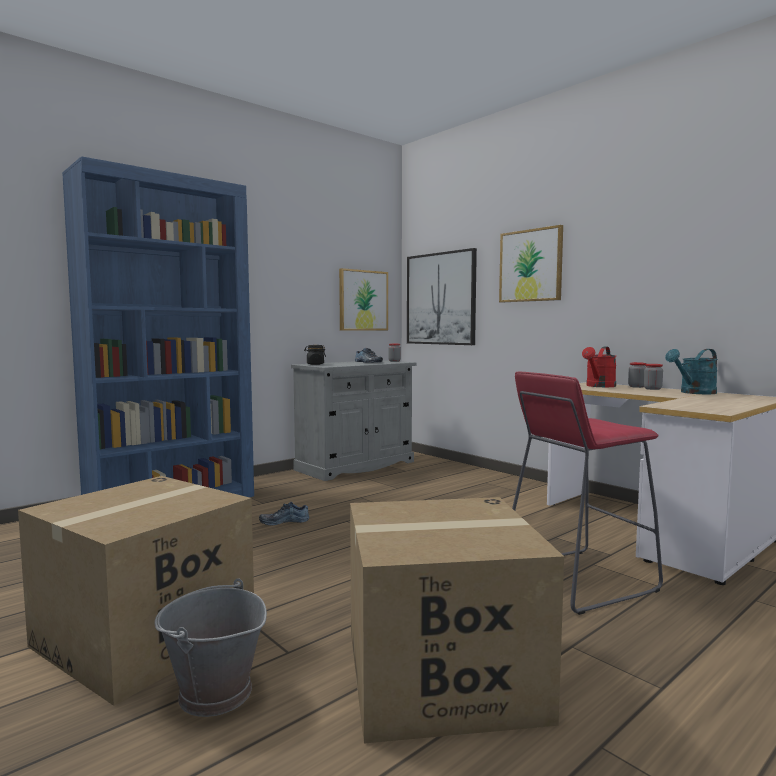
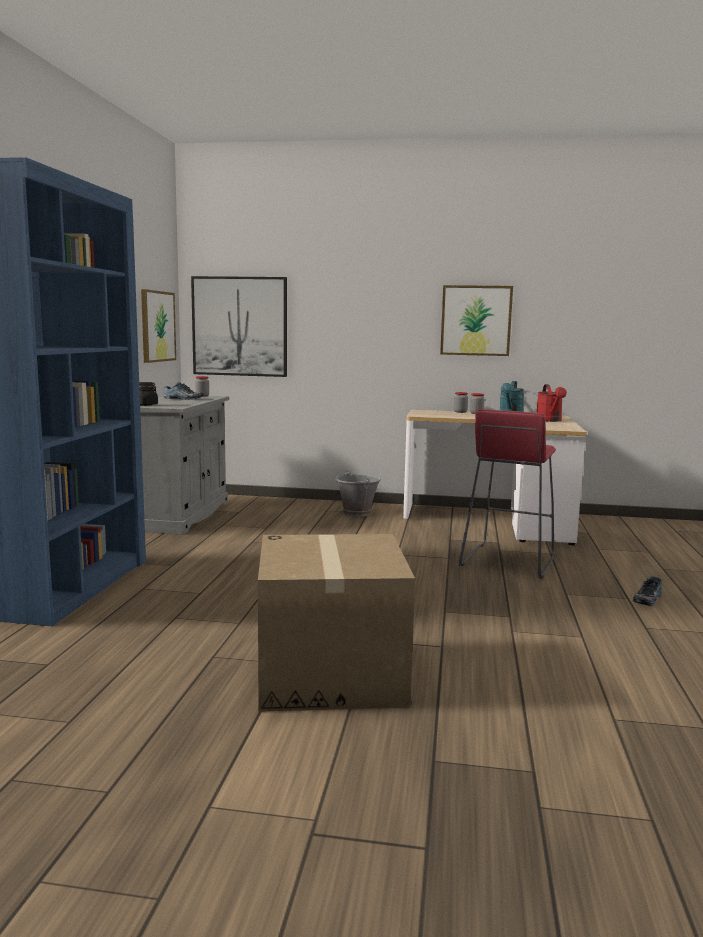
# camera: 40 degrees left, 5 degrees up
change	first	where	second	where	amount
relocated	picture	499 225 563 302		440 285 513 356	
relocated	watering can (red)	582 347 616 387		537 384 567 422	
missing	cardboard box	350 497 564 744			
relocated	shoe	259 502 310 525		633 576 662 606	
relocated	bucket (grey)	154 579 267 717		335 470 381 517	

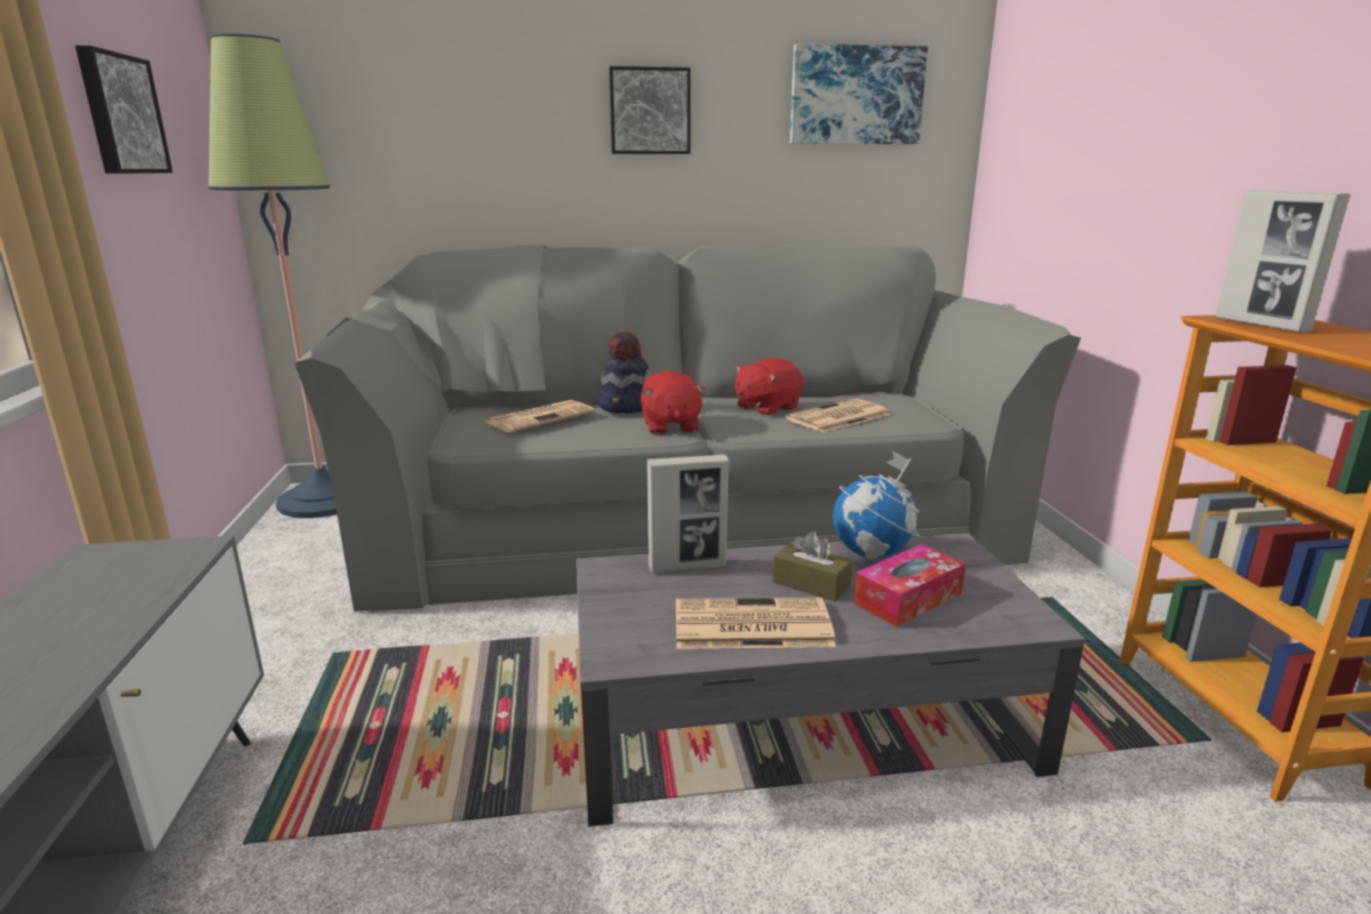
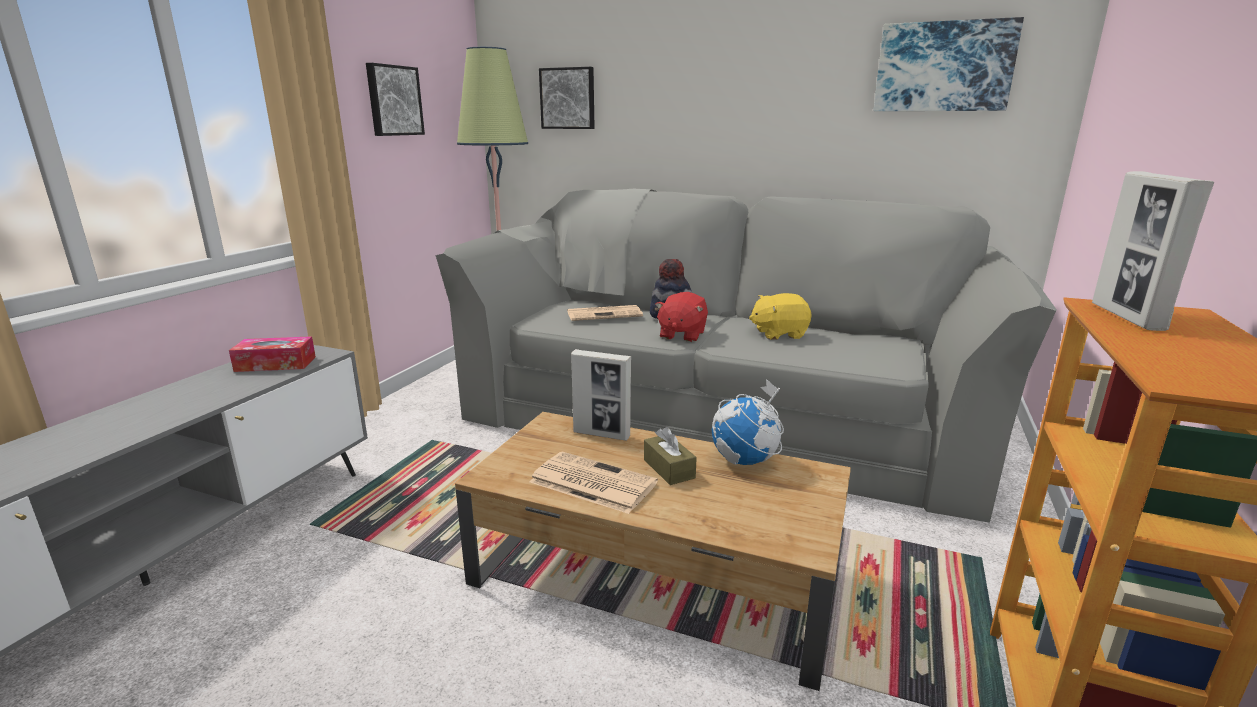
# camera: 30 degrees right, 0 degrees up
change	first	where	second	where	amount
relocated	picture	609 66 691 154		539 67 595 129	
colour	plush toy (red)	735 358 803 416	plush toy (yellow)	749 293 811 340	
missing	newspaper	785 399 890 432			
colour	coffee table (grey)	576 533 1085 827	coffee table (brown)	455 412 851 691	
relocated	tissue box	854 544 966 627		229 336 316 372	

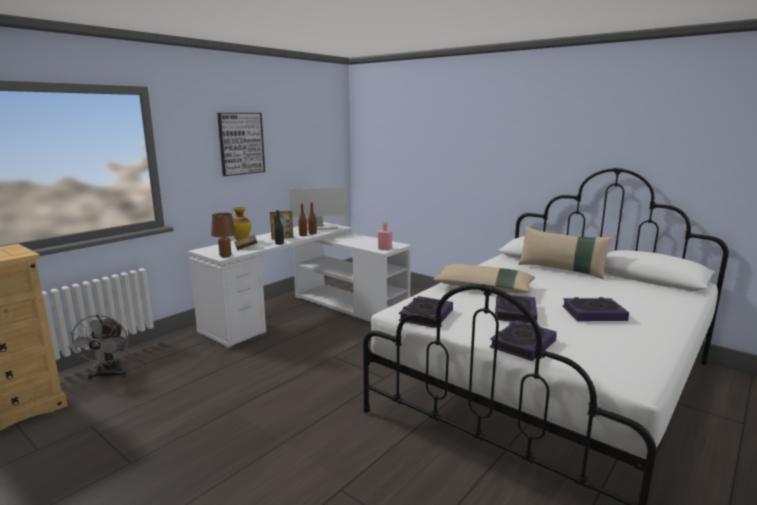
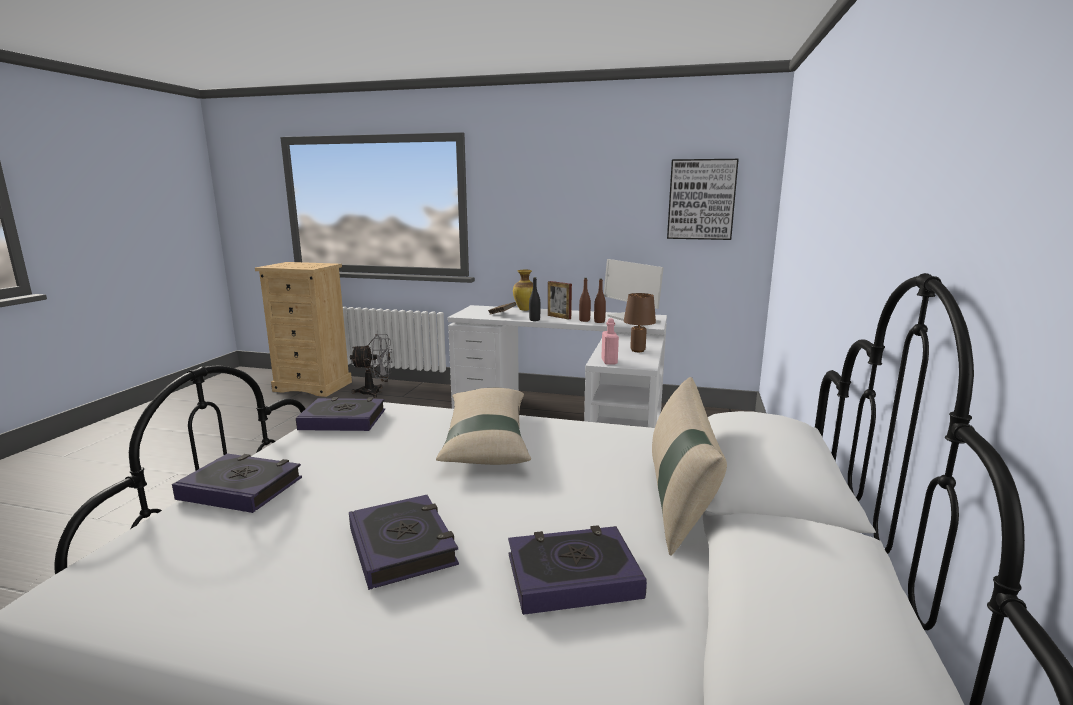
# camera: 65 degrees right, 0 degrees up
change	first	where	second	where	amount
relocated	picture	217 113 265 176		667 159 739 240	
relocated	table lamp (brown)	211 213 236 257		624 293 656 352	
relocated	book	495 295 538 323		508 525 647 615	
spun	fan (grey)	68 315 128 379		350 334 392 398	150 degrees counterclockwise

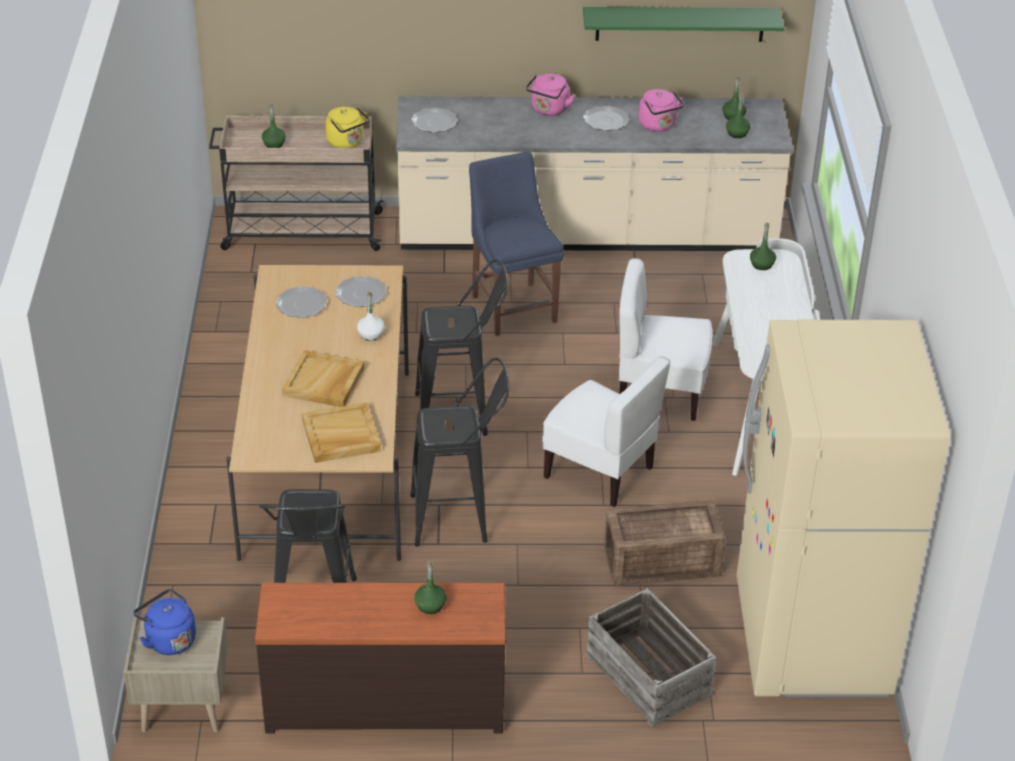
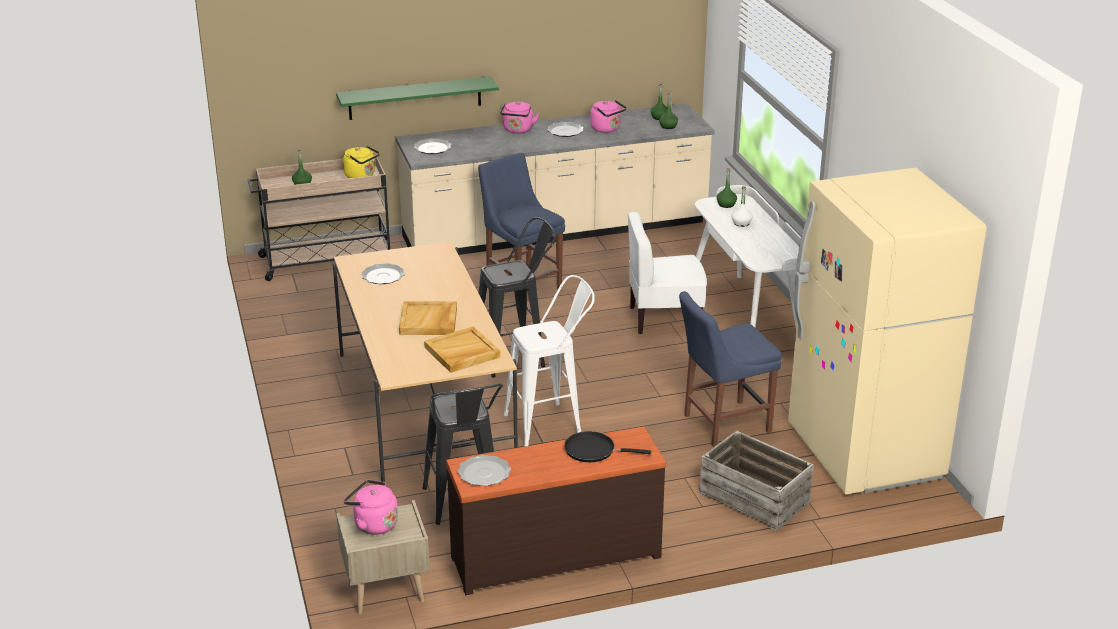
# camera: 15 degrees left, 10 degrees down
change	first	where	second	where	amount
relocated	shelf (green)	583 7 785 42		336 76 499 120	
relocated	plate	336 276 387 307		458 455 511 486	
relocated	bottle (white)	357 292 385 341		732 186 753 227	
missing	chair (white)	542 356 670 507			
colour	stool (black)	410 358 509 547	stool (white)	504 275 595 447	
exchanged	crate	604 501 725 586	chair (blue)	679 291 782 447	
exchanged	bottle (green)	414 561 446 614	frying pan (black)	564 431 651 462	
colour	kettle (blue)	133 589 196 655	kettle (pink)	344 480 398 535	

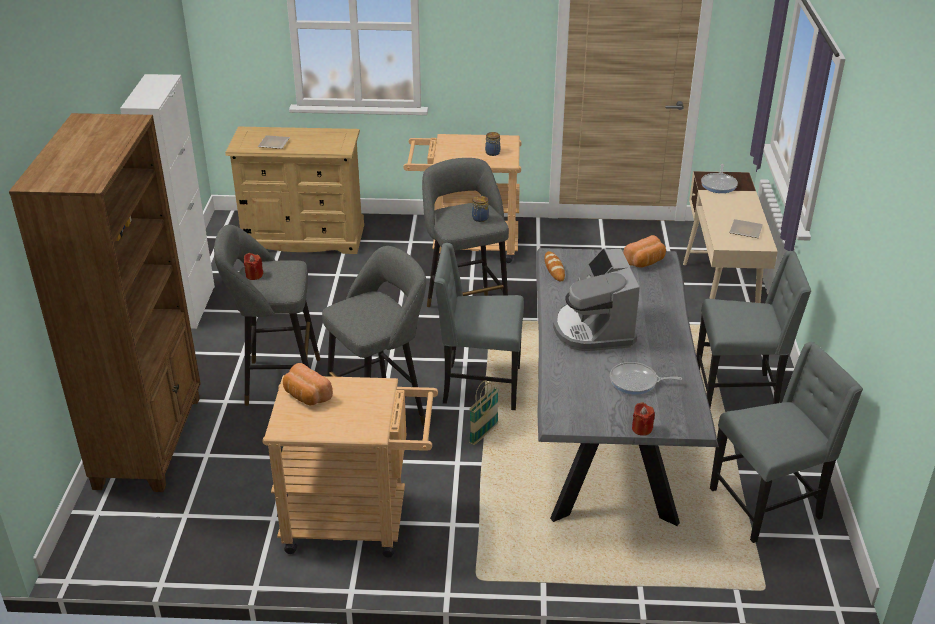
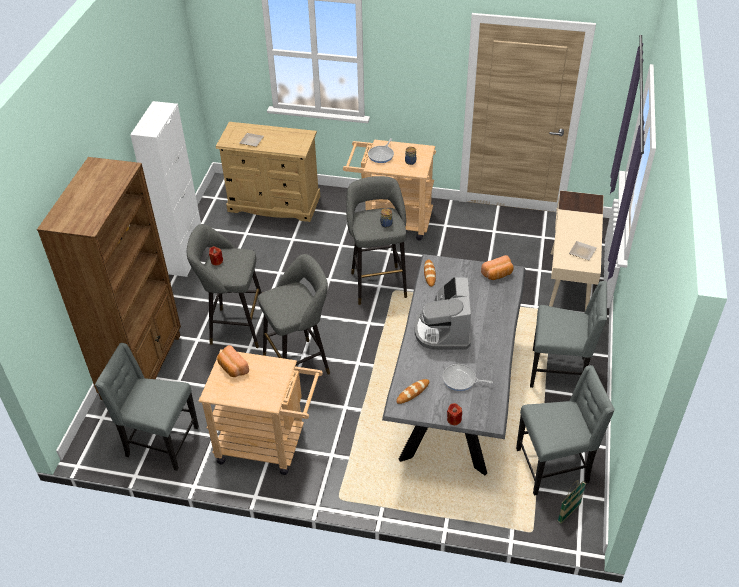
# camera: 10 degrees right, 10 degrees up
change	first	where	second	where	amount
relocated	frying pan	701 164 738 193		368 138 394 163	
relocated	chair (grey)	434 243 524 410		95 343 199 471	
relocated	basket	469 380 498 445		558 480 586 523	
appeared			bread	396 379 429 404	

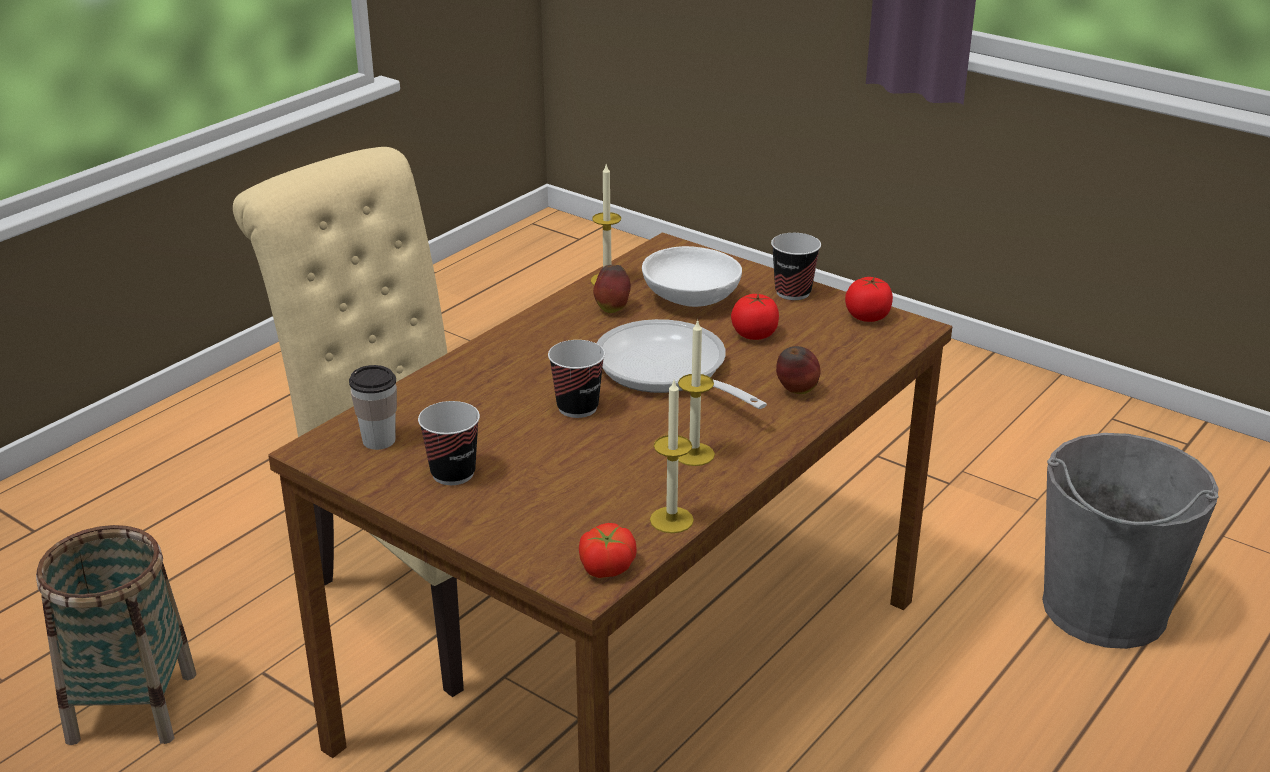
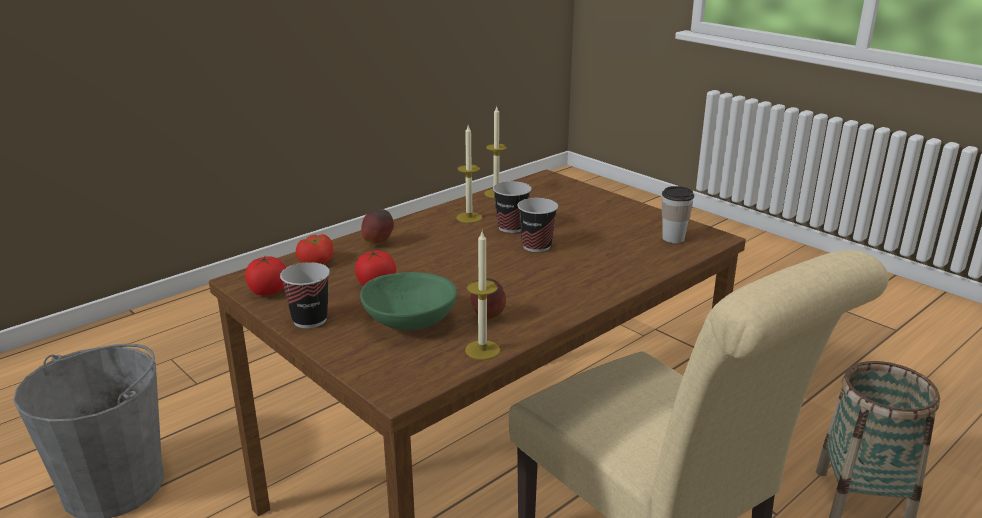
# camera: 170 degrees left, 5 degrees down
change	first	where	second	where	amount
colour	bowl (white)	642 246 742 307	bowl (green)	360 272 457 330	
missing	frying pan	597 319 767 409			
relocated	cup	418 401 480 485		493 181 531 233	
relocated	tomato	579 523 637 578		296 234 333 264	

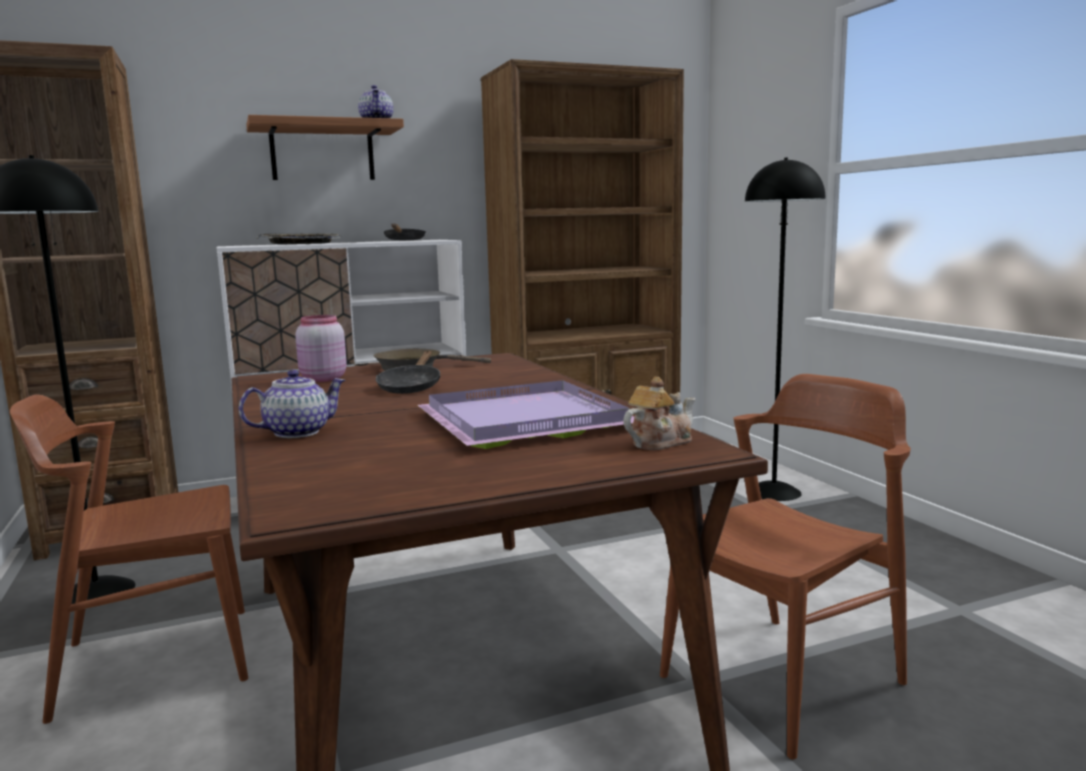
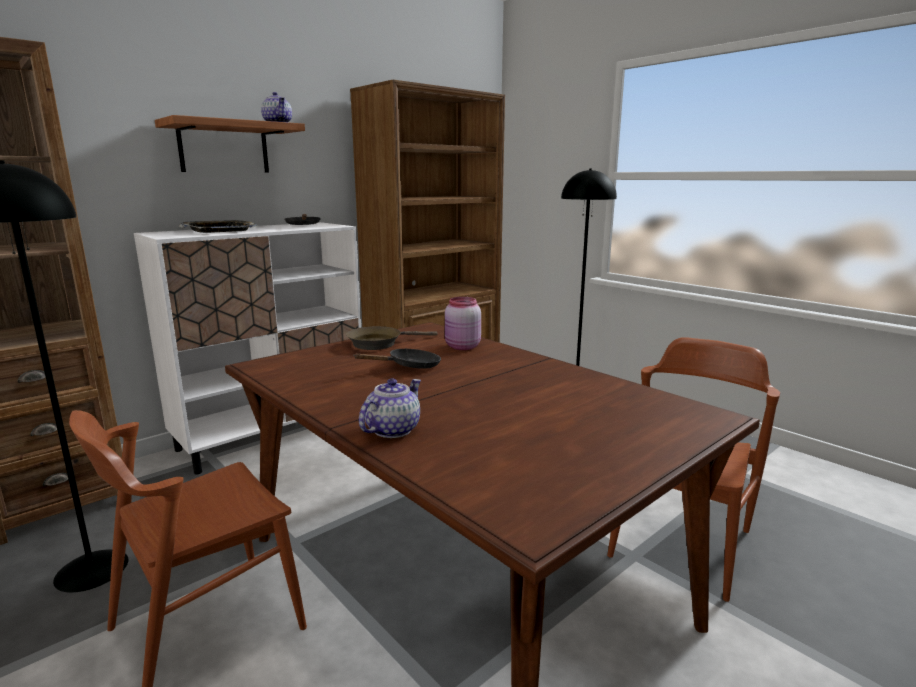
# camera: 20 degrees left, 5 degrees up
change	first	where	second	where	amount
relocated	jar (pink)	295 315 347 382		445 297 481 350	
spun	frying pan (black)	376 351 441 394		353 348 441 369	105 degrees counterclockwise
missing	teapot	623 376 695 450			
missing	tray (purple)	418 380 634 449			

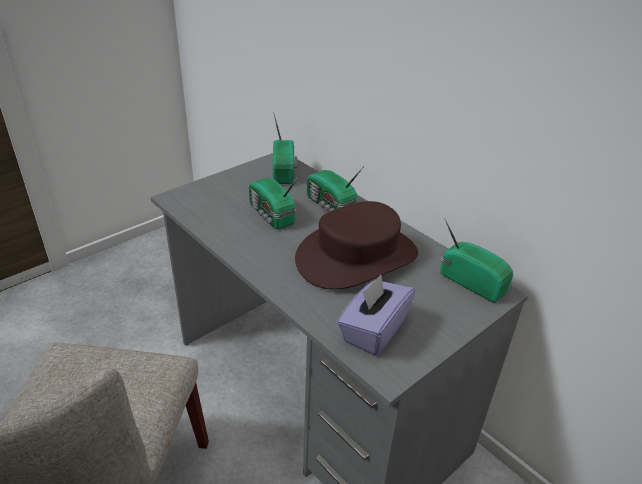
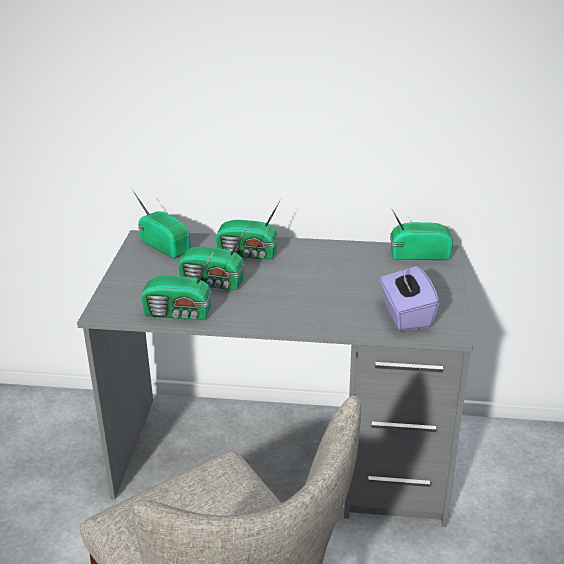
# camera: 40 degrees left, 5 degrees down
change	first	where	second	where	amount
missing	hat (brown)	295 201 418 290			
appeared			radio	141 253 213 320	

